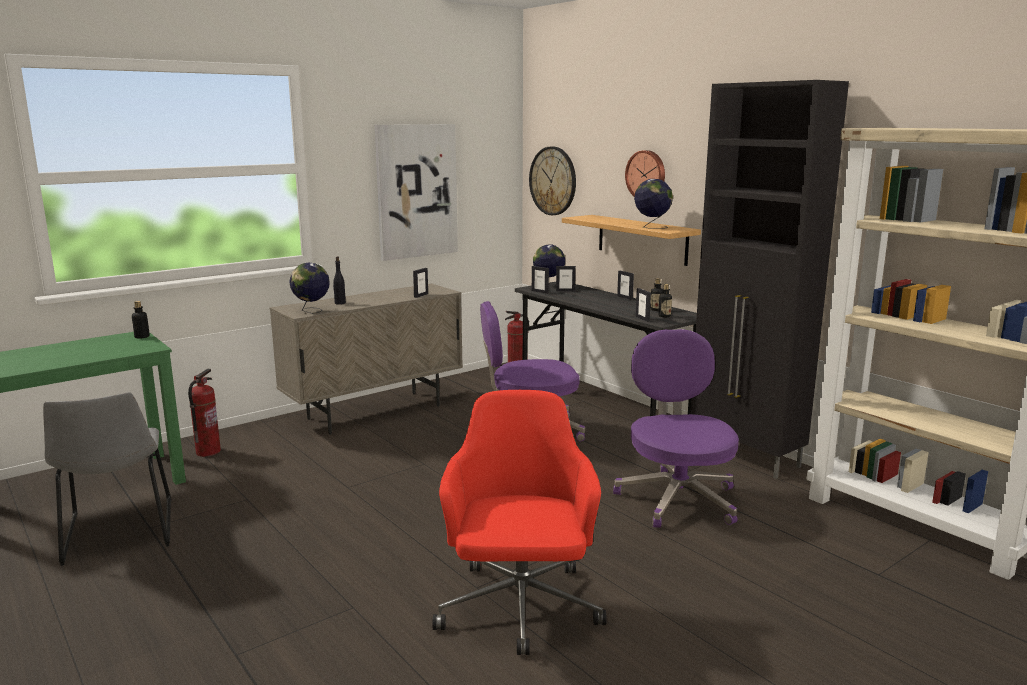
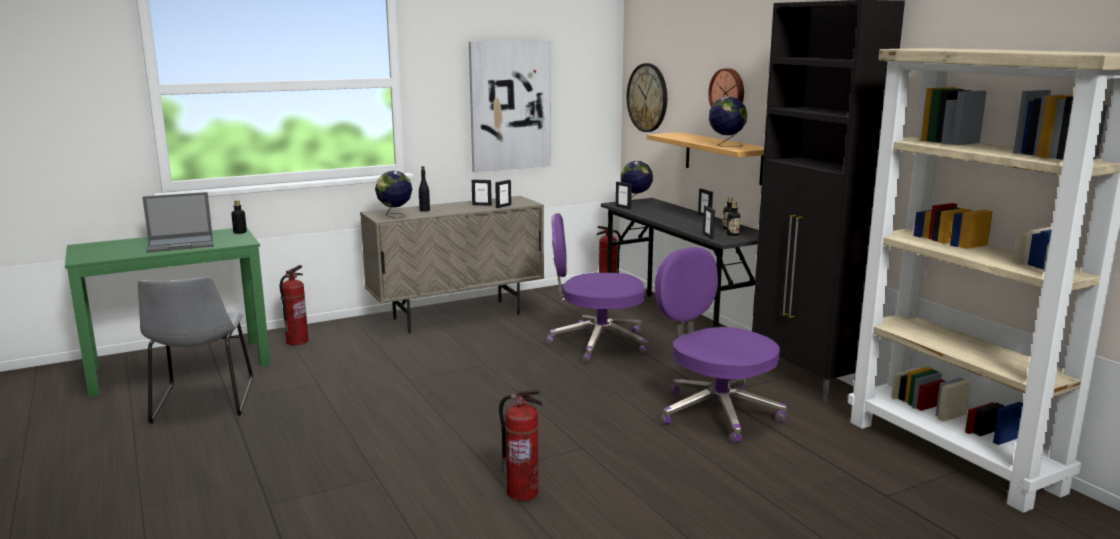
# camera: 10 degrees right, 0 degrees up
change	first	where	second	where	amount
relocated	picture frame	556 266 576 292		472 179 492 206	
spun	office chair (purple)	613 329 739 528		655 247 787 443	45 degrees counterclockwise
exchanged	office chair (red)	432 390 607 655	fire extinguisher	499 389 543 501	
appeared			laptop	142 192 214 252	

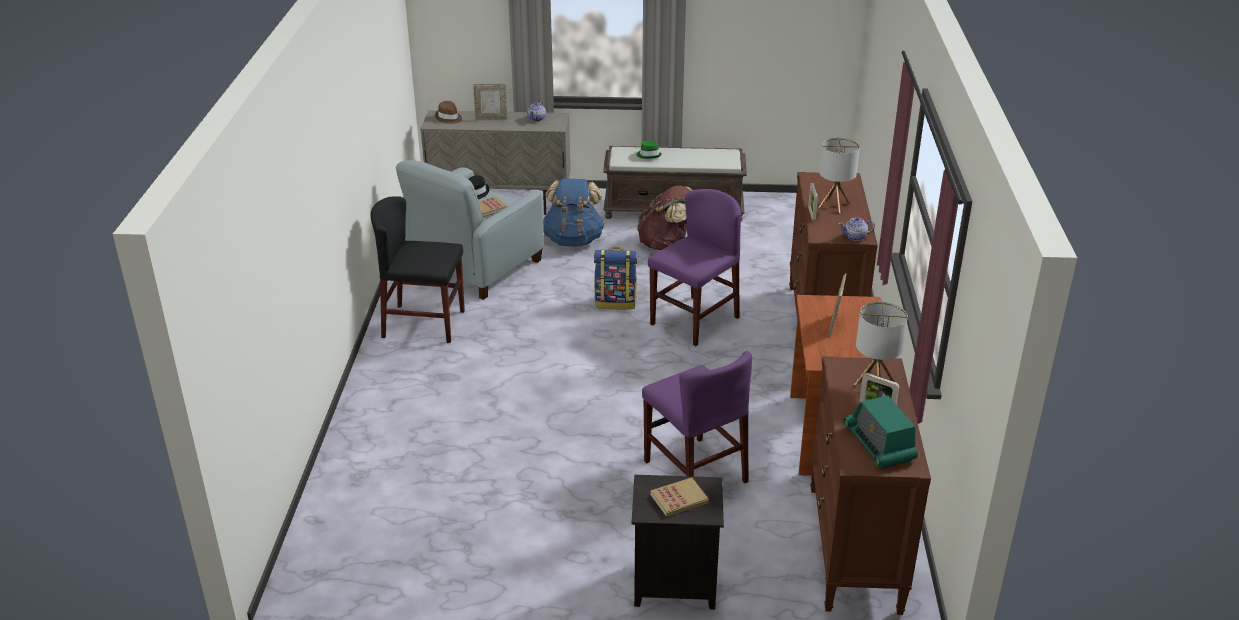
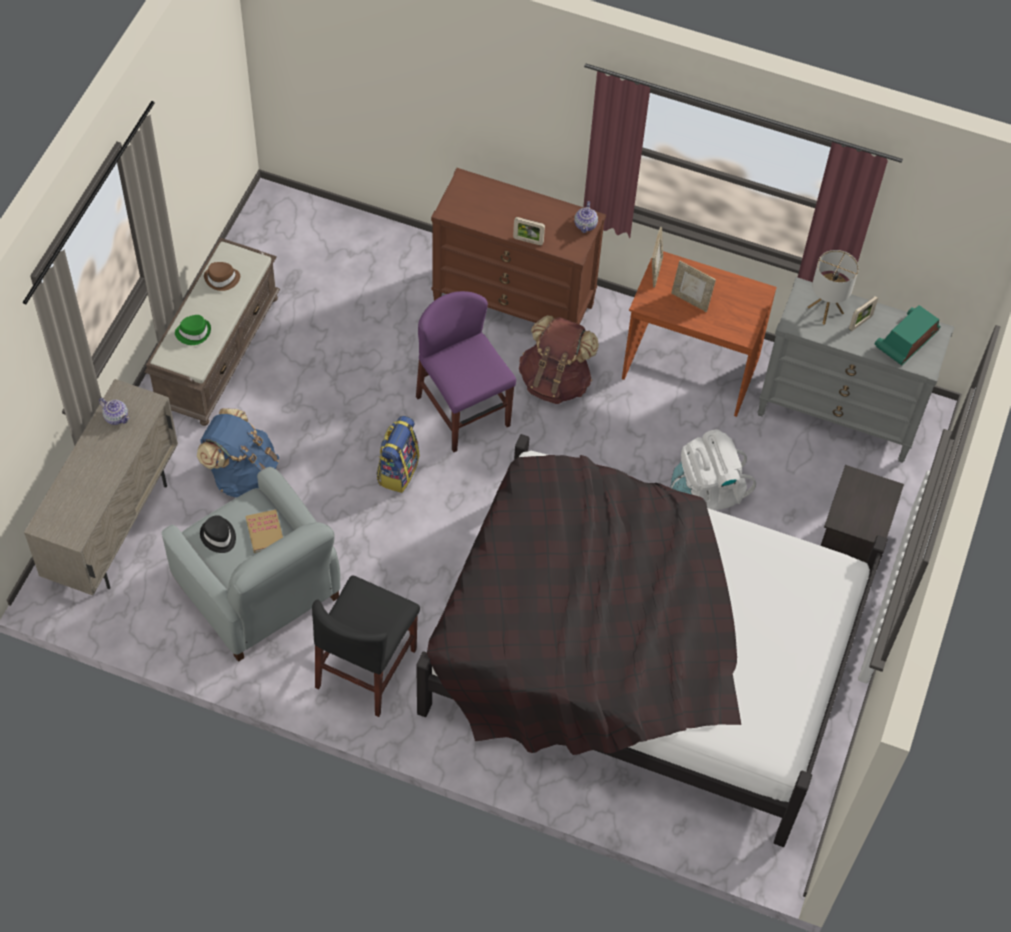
# camera: 75 degrees left, 25 degrees up
change	first	where	second	where	amount
relocated	picture frame	473 83 507 120		652 227 663 288	
relocated	hat (brown)	435 101 462 124		204 262 240 291	
missing	table lamp	819 138 860 213			
relocated	backpack (brown)	637 186 692 250		519 315 599 404	
exchanged	chair (purple)	642 351 752 483	backpack (white)	670 430 756 510	
colour	dresser (brown)	810 356 931 615	dresser (grey)	757 277 954 463	
spun	radio	843 395 918 468		875 305 940 365	135 degrees clockwise
missing	book	650 478 709 517			
appeared			bed (black)	416 434 888 847	

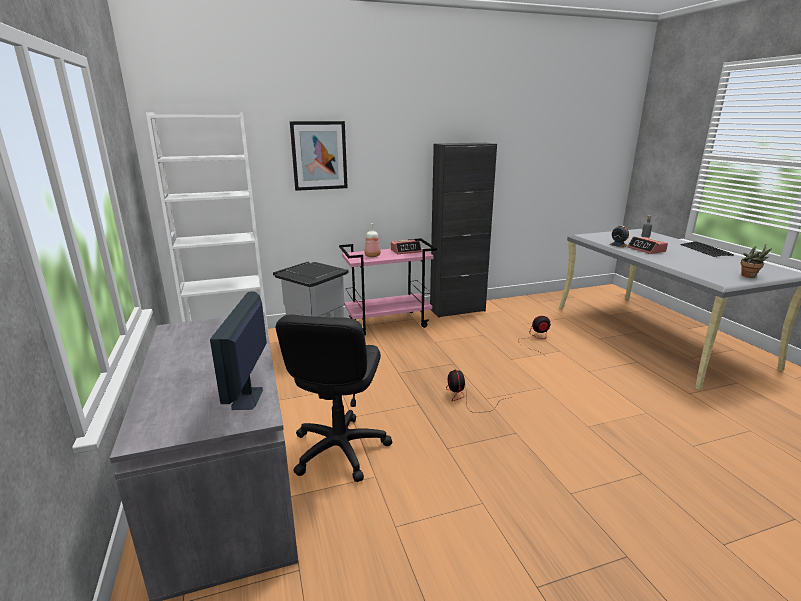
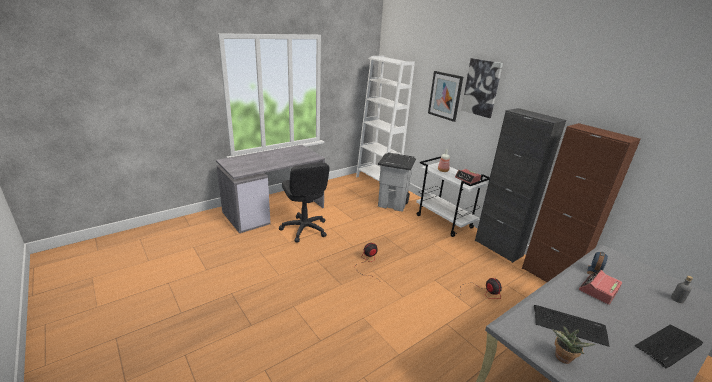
# camera: 70 degrees right, 5 degrees up
change	first	where	second	where	amount
colour	cart (pink)	339 238 437 336	cart (white)	416 157 490 237	
missing	monitor	210 292 267 410			
spun	office chair (black)	276 315 392 482		279 163 330 243	105 degrees counterclockwise
appeared			picture	461 58 503 118	
appeared			cabinet (brown)	522 123 641 282	
appeared			keyboard	534 305 609 347	

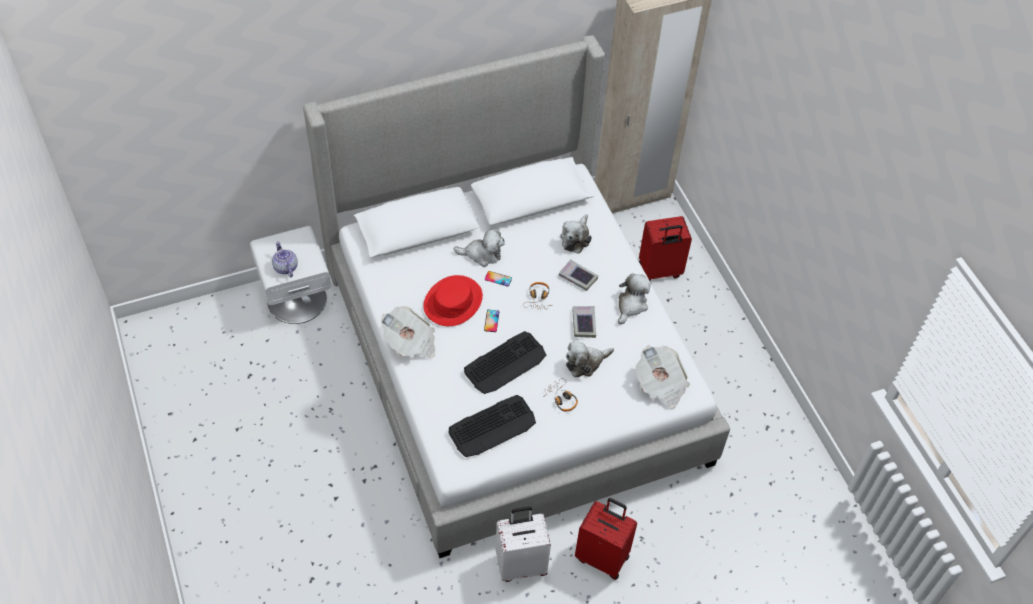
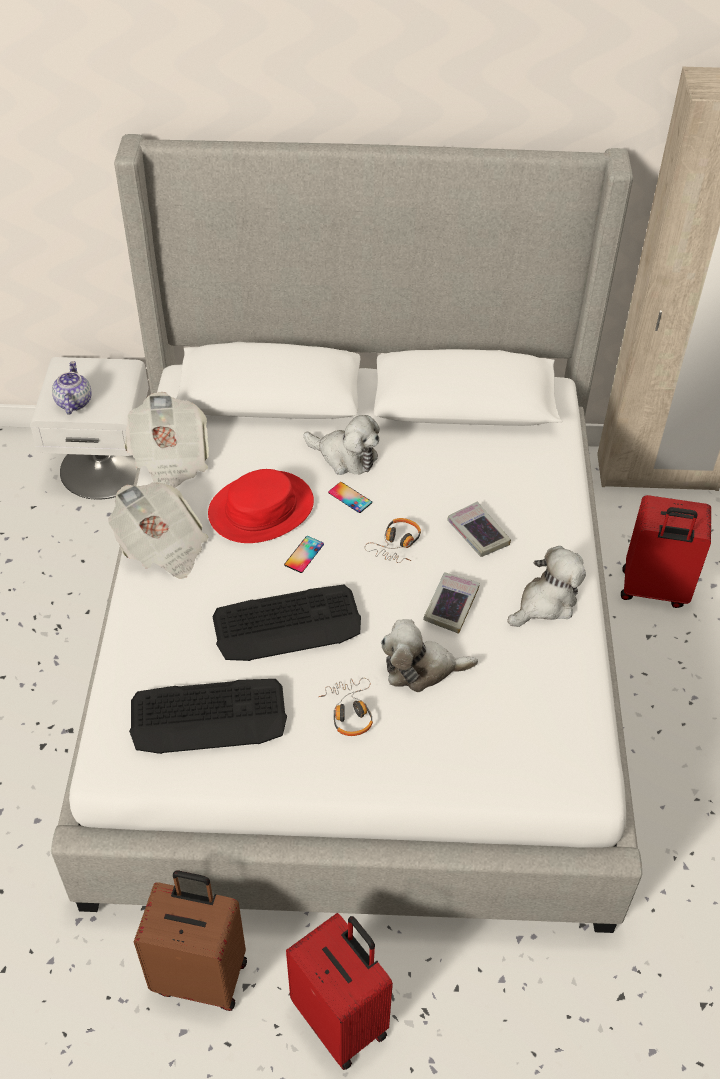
# camera: 25 degrees right, 5 degrees down
change	first	where	second	where	amount
missing	plush toy	560 214 592 254			
relocated	newspaper	636 345 690 409		124 392 209 488	
colour	suitcase (white)	496 506 551 582	suitcase (brown)	134 871 247 1011	

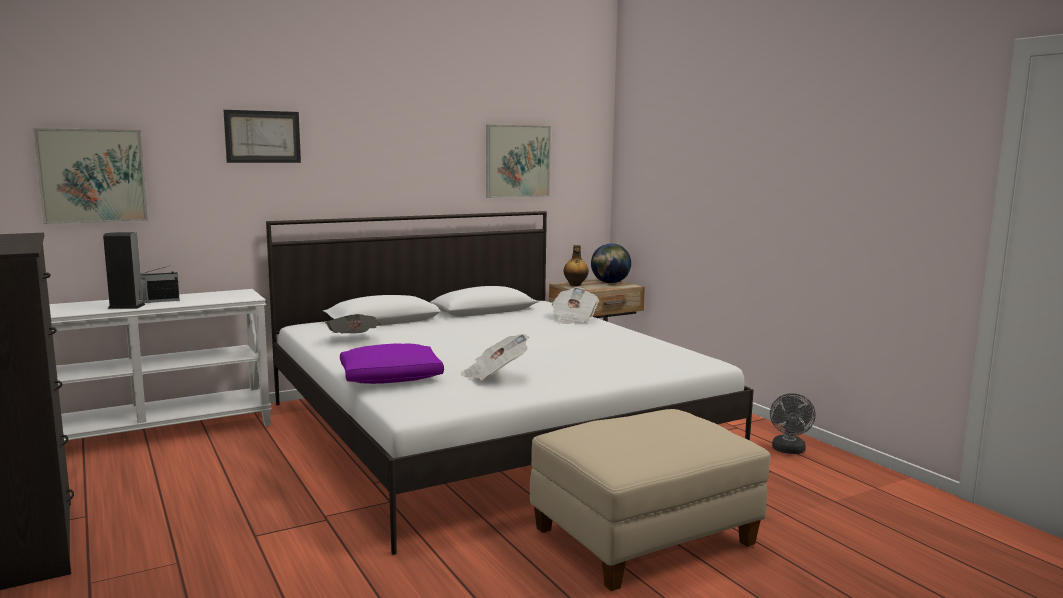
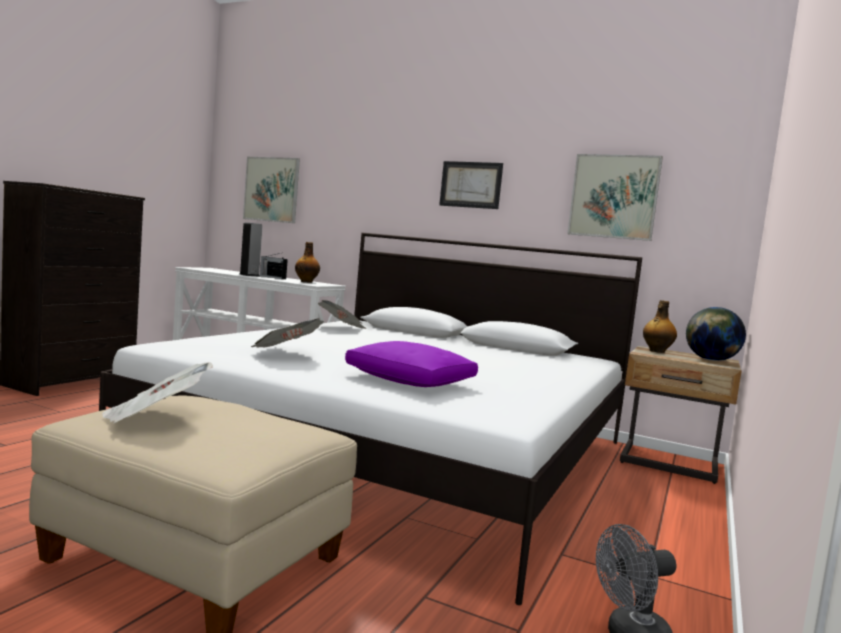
# camera: 55 degrees right, 5 degrees down
change	first	where	second	where	amount
relocated	picture	223 110 301 163		439 161 503 209	
relocated	newspaper	552 287 599 324		102 362 213 423	
relocated	pillow (purple)	340 343 444 384		345 341 478 387	
appeared			bottle	295 242 320 283	

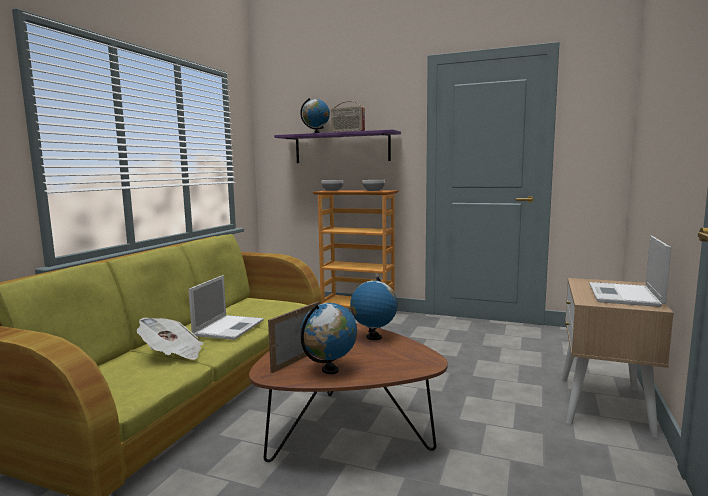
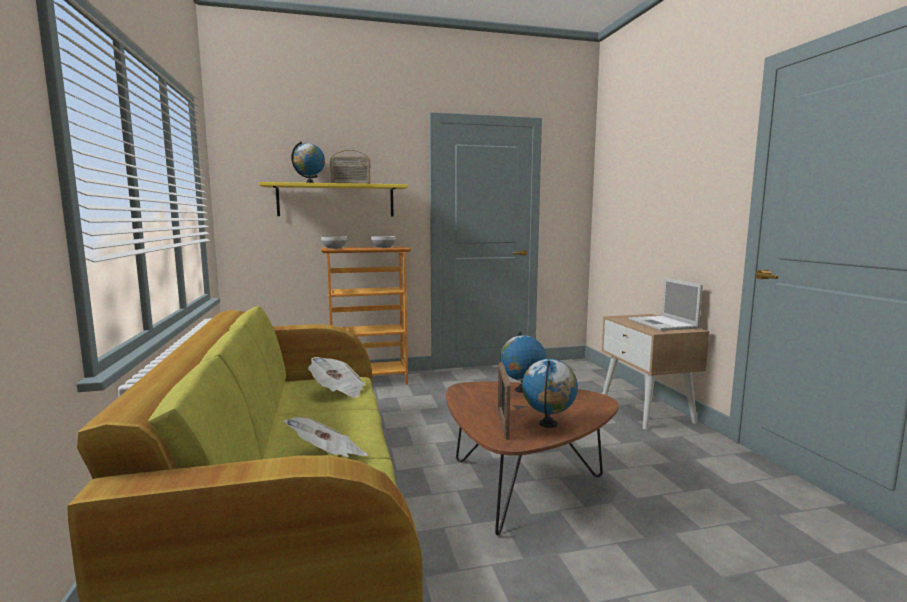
# camera: 35 degrees left, 0 degrees up
change	first	where	second	where	amount
colour	shelf (purple)	274 129 401 163	shelf (yellow)	259 182 408 216	
missing	laptop	188 275 264 340			
appeared			newspaper	308 357 365 398	

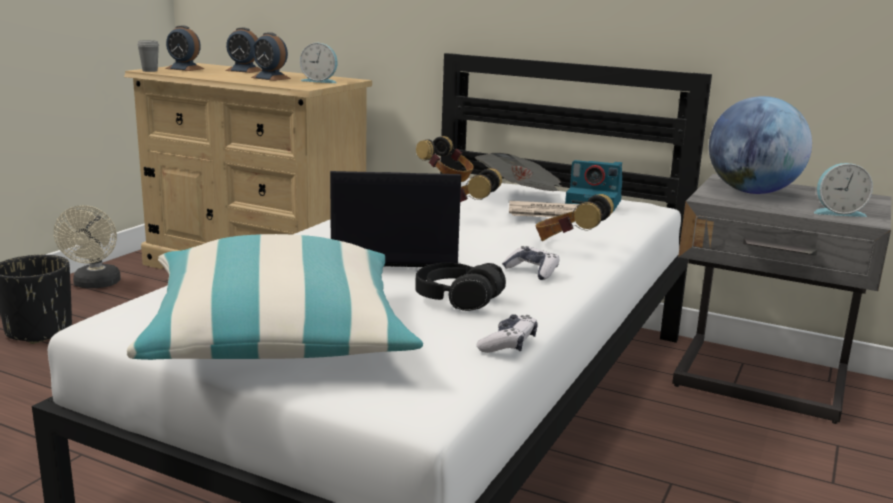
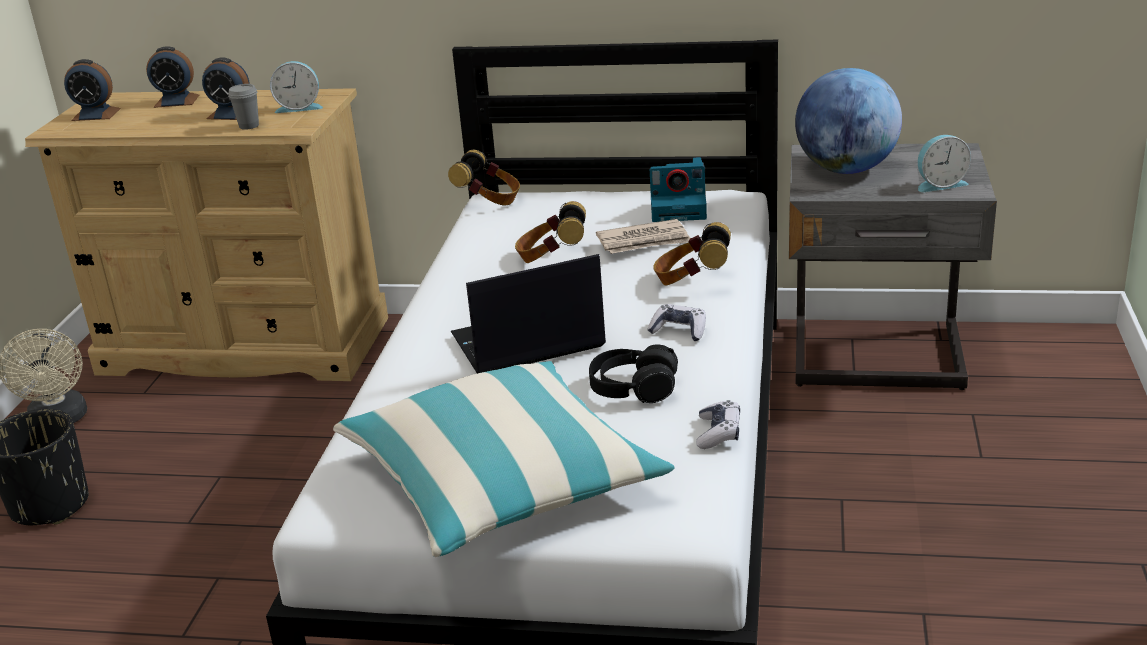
# camera: 15 degrees left, 10 degrees up
change	first	where	second	where	amount
relocated	cup (grey)	137 40 159 72		228 84 259 130	
missing	newspaper	475 153 563 191			

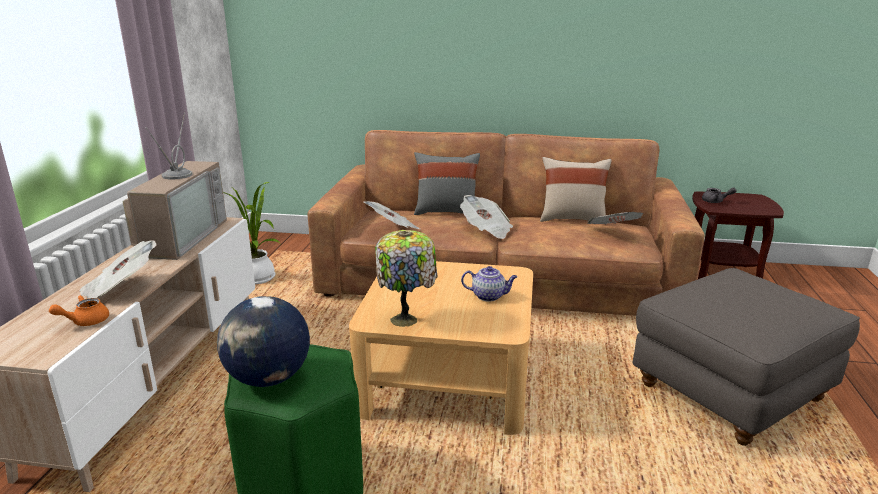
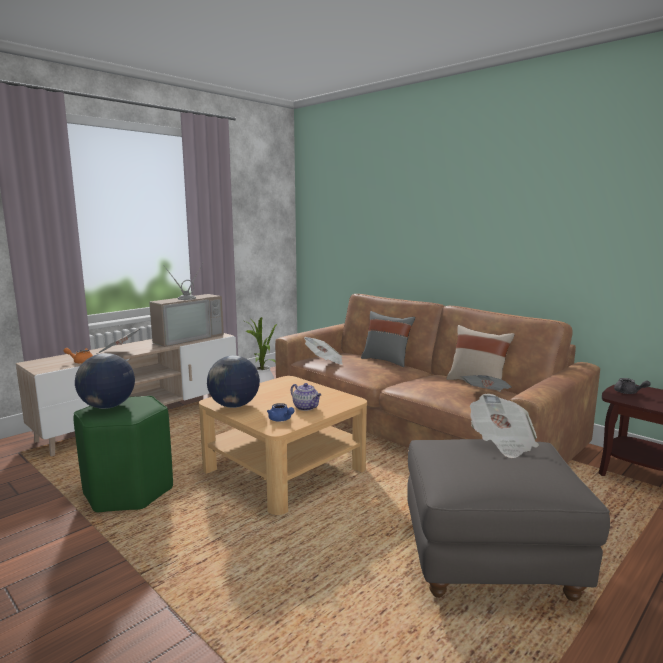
# camera: 35 degrees right, 10 degrees down
change	first	where	second	where	amount
relocated	newspaper	460 195 513 239		470 394 539 458	
exchanged	table lamp	375 230 437 327	globe	207 355 260 408	
appeared			teapot (blue)	267 403 295 422	

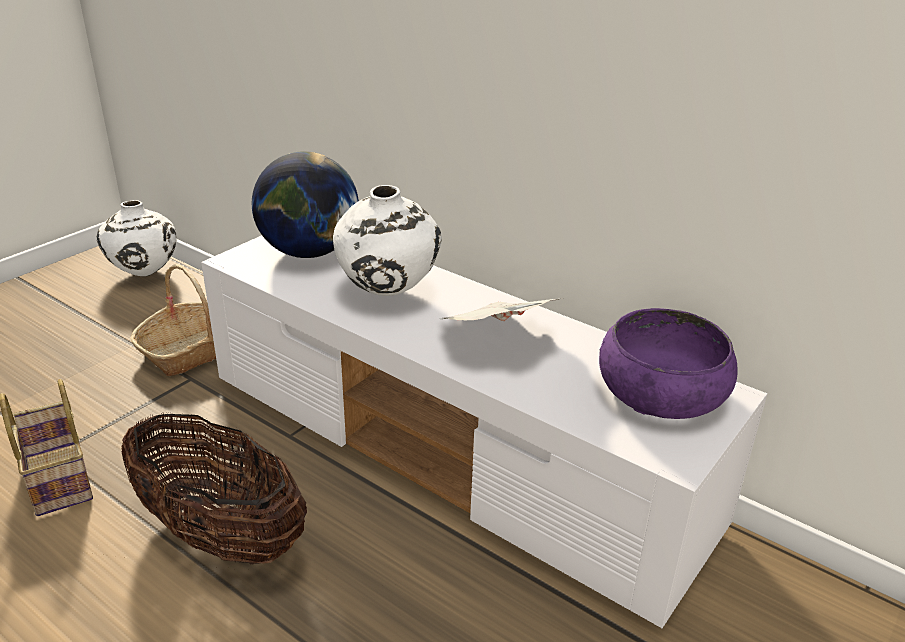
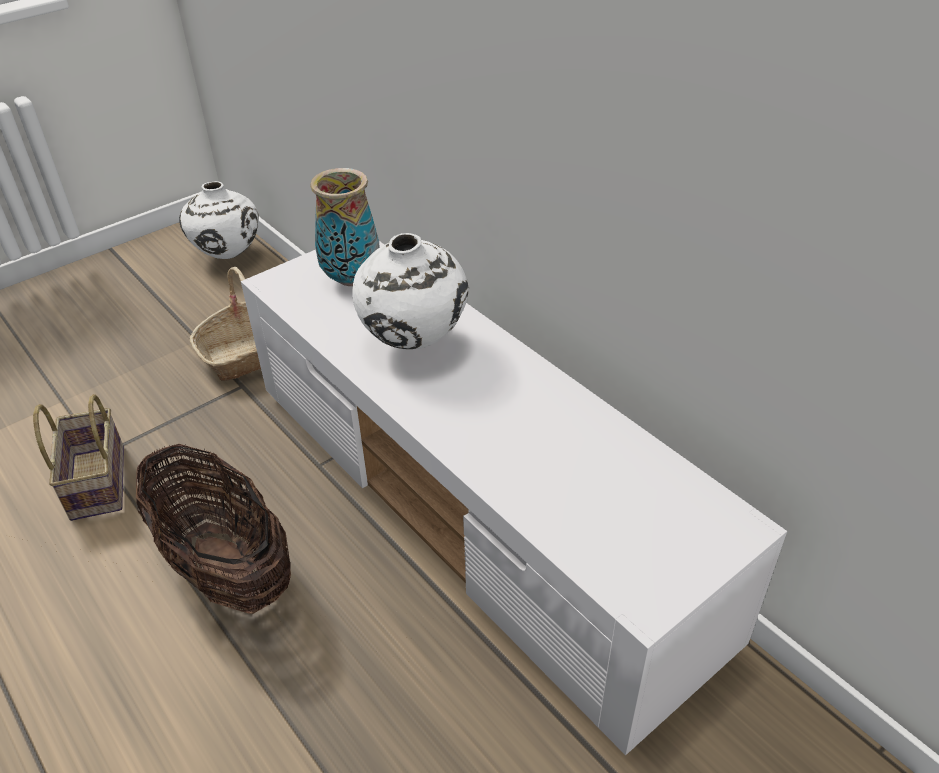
# camera: 15 degrees right, 10 degrees up
change	first	where	second	where	amount
exchanged	globe	252 151 359 258	vase	310 168 380 286	
missing	newspaper	444 298 564 321			
missing	bowl (purple)	599 308 738 419			

